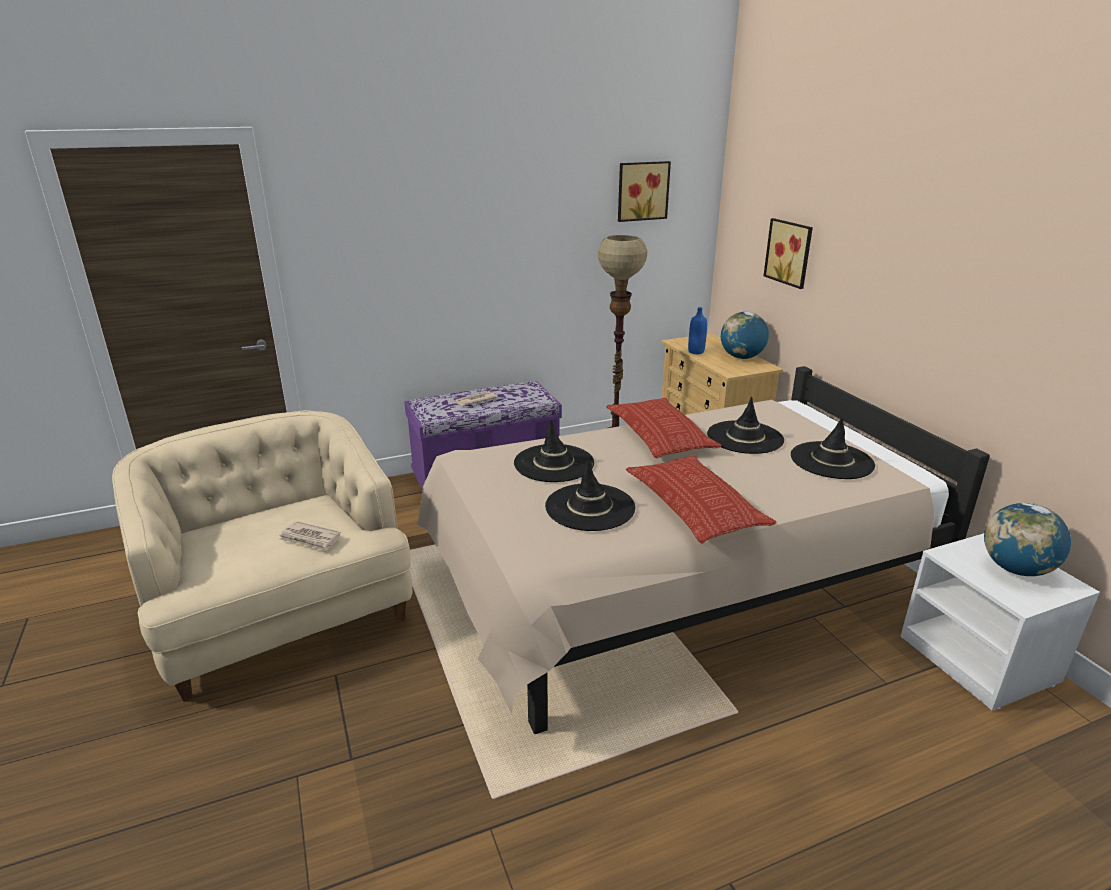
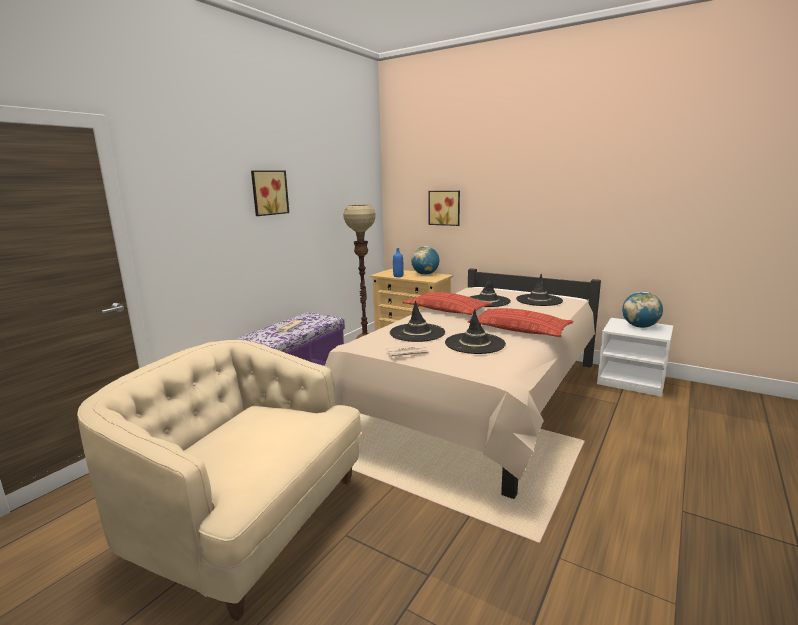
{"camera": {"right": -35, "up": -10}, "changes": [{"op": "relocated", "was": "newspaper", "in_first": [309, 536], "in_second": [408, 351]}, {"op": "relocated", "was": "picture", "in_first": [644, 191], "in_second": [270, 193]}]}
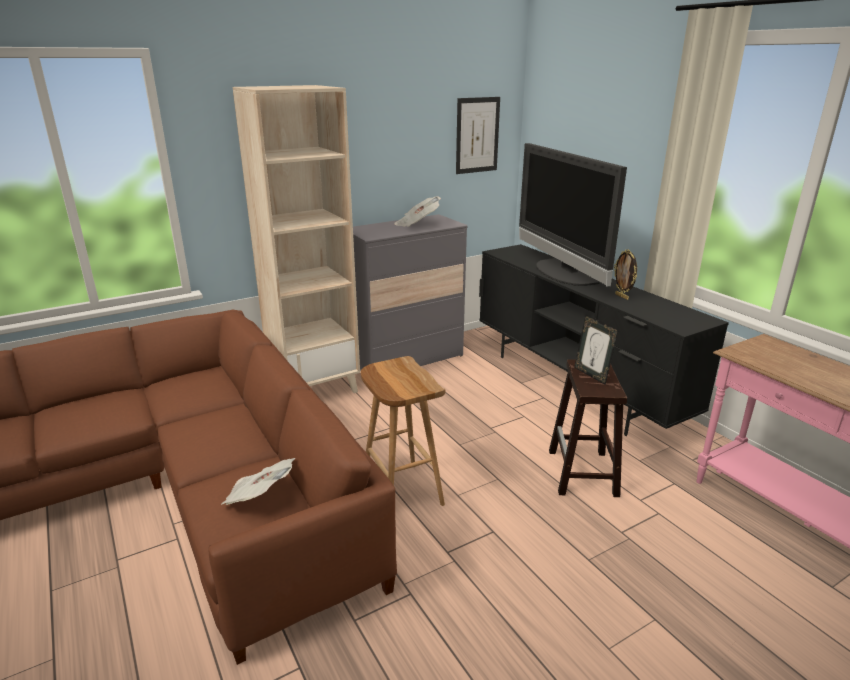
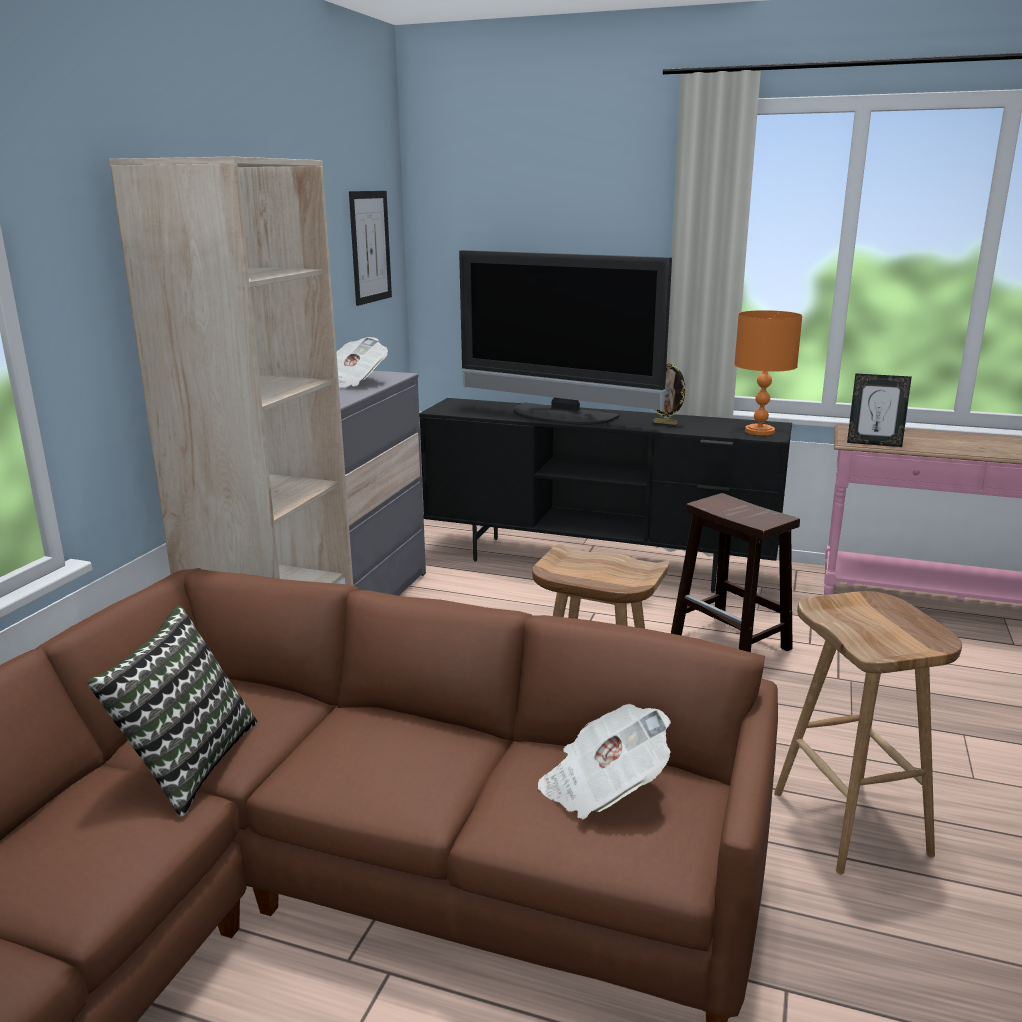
{"camera": {"right": -40, "up": -5}, "changes": [{"op": "relocated", "was": "picture frame", "in_first": [596, 350], "in_second": [879, 410]}, {"op": "appeared", "now": "pillow", "in_second": [172, 711]}, {"op": "appeared", "now": "orange table lamp", "in_second": [768, 372]}, {"op": "appeared", "now": "brown stool", "in_second": [868, 732]}]}
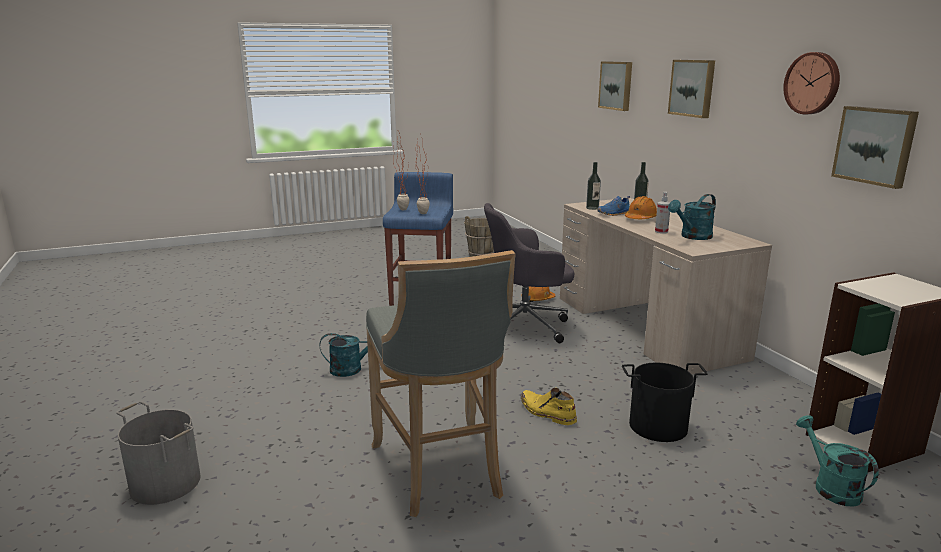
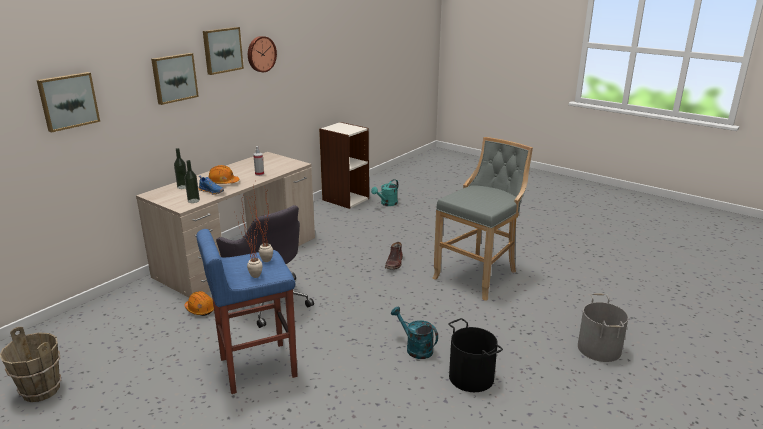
{"camera": {"right": -120, "up": 5}, "changes": [{"op": "colour", "was": "yellow boot", "now": "brown boot", "in_first": [549, 406], "in_second": [394, 256]}, {"op": "relocated", "was": "black bucket", "in_first": [665, 402], "in_second": [475, 355]}, {"op": "missing", "was": "turquoise watering can", "in_first": [692, 217]}, {"op": "relocated", "was": "picture", "in_first": [875, 147], "in_second": [223, 51]}]}
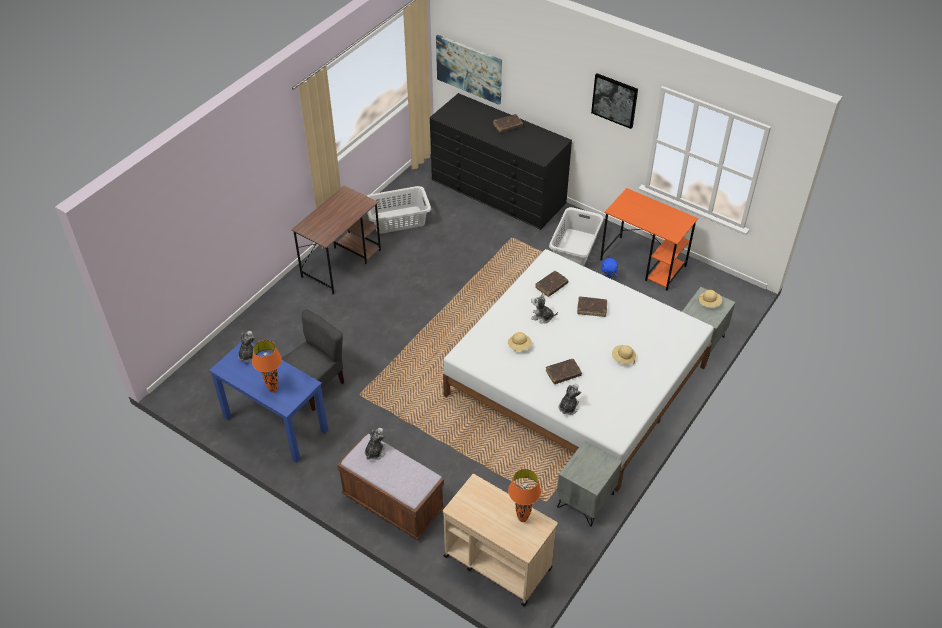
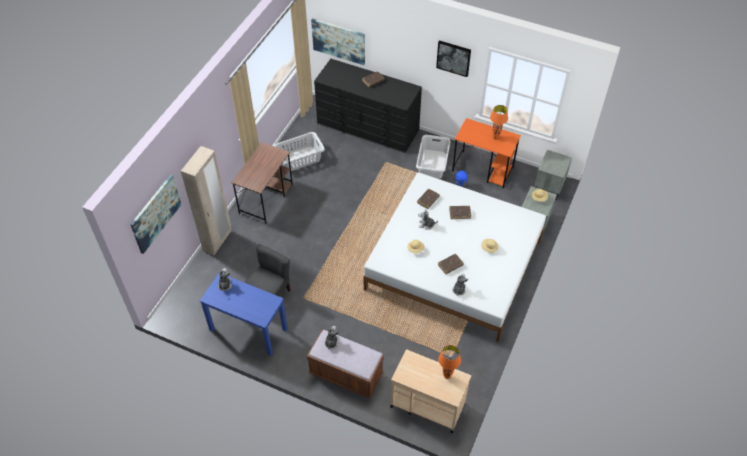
{"camera": {"right": -10, "up": 5}, "changes": [{"op": "relocated", "was": "orange table lamp", "in_first": [267, 366], "in_second": [499, 122]}, {"op": "relocated", "was": "grey nightstand", "in_first": [589, 483], "in_second": [553, 175]}, {"op": "appeared", "now": "picture", "in_second": [156, 214]}, {"op": "appeared", "now": "beige wardrobe", "in_second": [206, 200]}]}
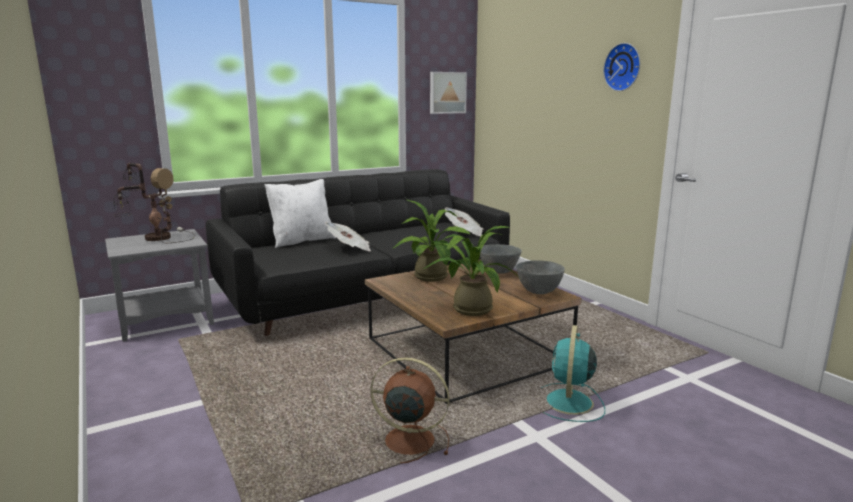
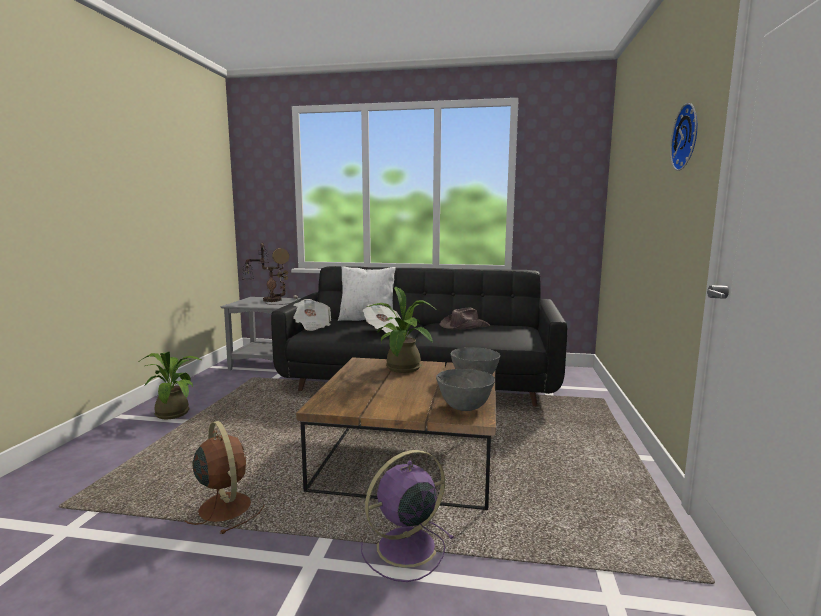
{"camera": {"right": 40, "up": -5}, "changes": [{"op": "relocated", "was": "potted plant", "in_first": [472, 271], "in_second": [170, 385]}, {"op": "missing", "was": "picture", "in_first": [448, 93]}, {"op": "relocated", "was": "newspaper", "in_first": [464, 222], "in_second": [312, 315]}, {"op": "colour", "was": "turquoise fan", "now": "purple fan", "in_first": [573, 373], "in_second": [408, 516]}, {"op": "appeared", "now": "brown hat", "in_second": [464, 318]}]}
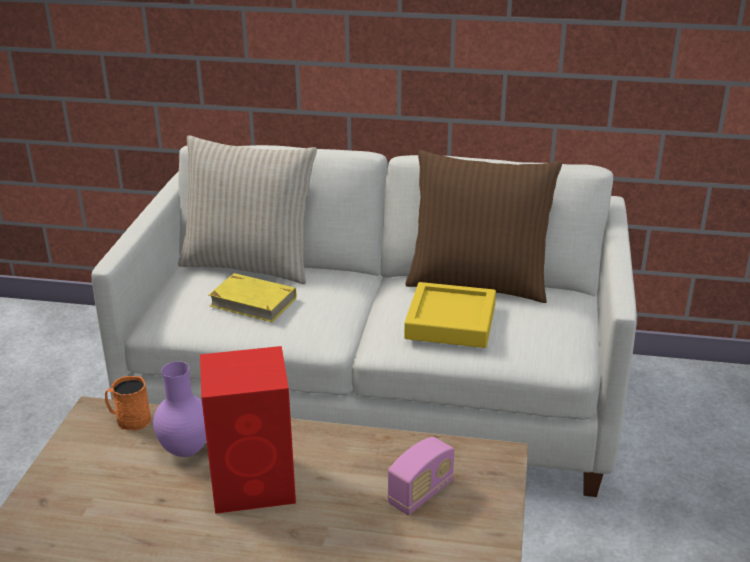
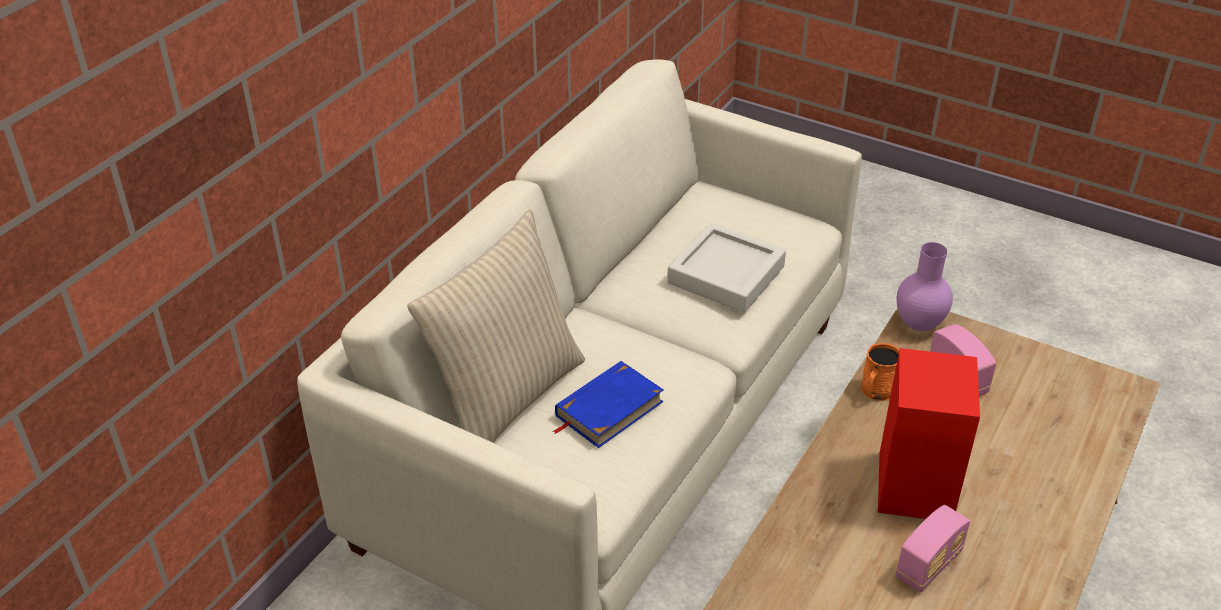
{"camera": {"right": -70, "up": 10}, "changes": [{"op": "relocated", "was": "orange mug", "in_first": [128, 403], "in_second": [880, 372]}, {"op": "relocated", "was": "purple vase", "in_first": [180, 409], "in_second": [925, 286]}, {"op": "colour", "was": "yellow book", "now": "blue book", "in_first": [252, 297], "in_second": [608, 404]}, {"op": "colour", "was": "yellow tray", "now": "grey tray", "in_first": [450, 315], "in_second": [726, 268]}, {"op": "missing", "was": "brown pillow", "in_first": [483, 226]}, {"op": "appeared", "now": "radio", "in_second": [933, 548]}]}
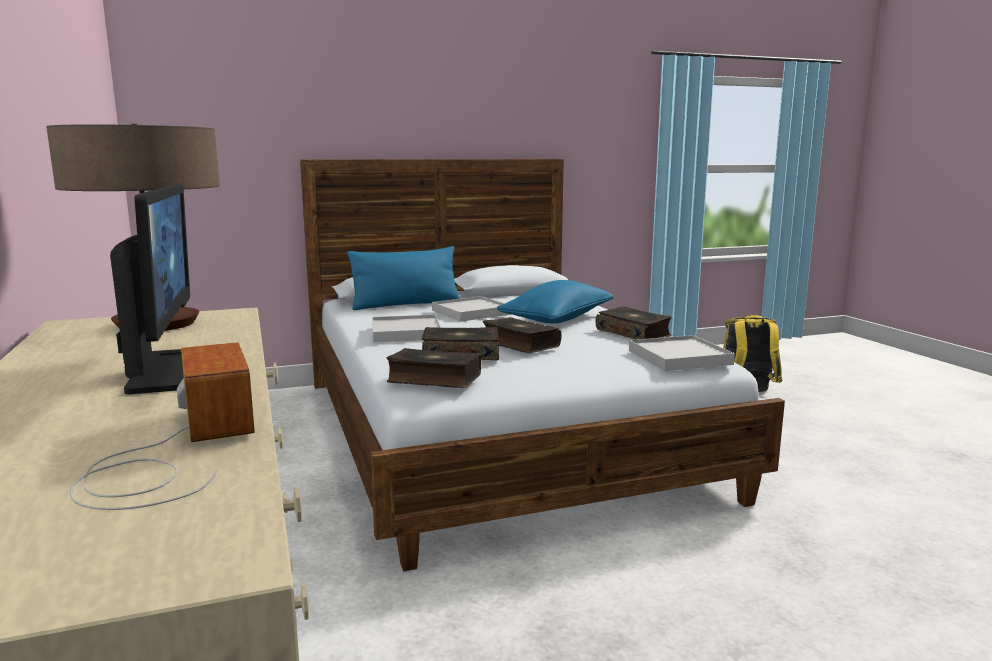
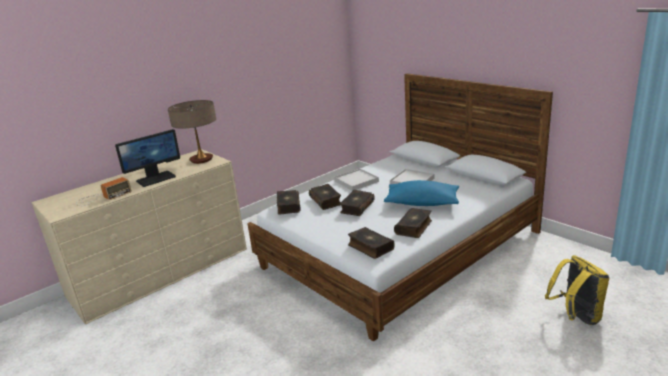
{"camera": {"right": 70, "up": 10}, "changes": [{"op": "missing", "was": "blue pillow", "in_first": [403, 278]}, {"op": "exchanged", "was": "white tray", "now": "book", "in_first": [682, 353], "in_second": [371, 243]}]}
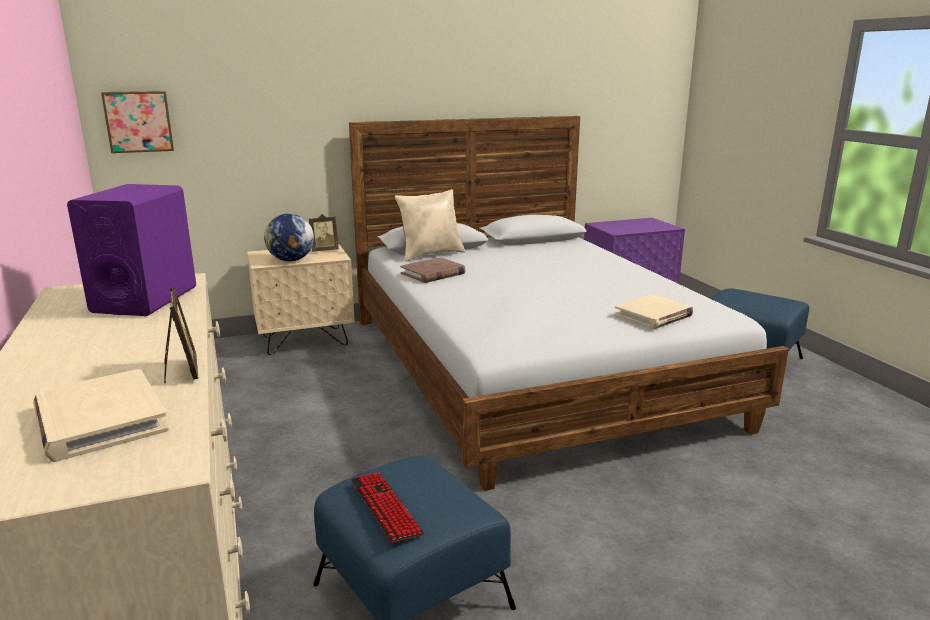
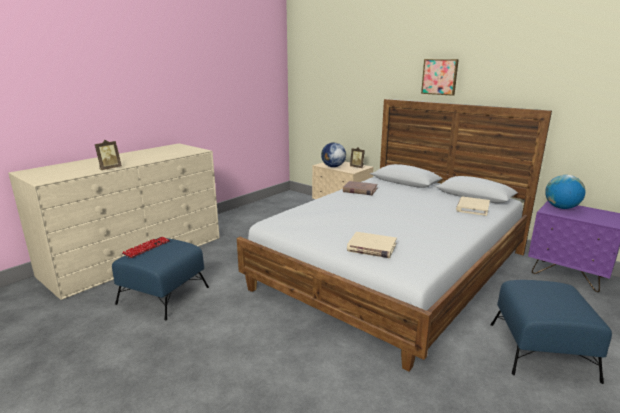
{"camera": {"right": 60, "up": 0}, "changes": [{"op": "relocated", "was": "beige book", "in_first": [101, 415], "in_second": [473, 206]}, {"op": "missing", "was": "purple speaker", "in_first": [131, 250]}, {"op": "relocated", "was": "picture", "in_first": [137, 122], "in_second": [440, 77]}, {"op": "missing", "was": "beige pillow", "in_first": [430, 225]}, {"op": "appeared", "now": "globe", "in_second": [565, 192]}]}
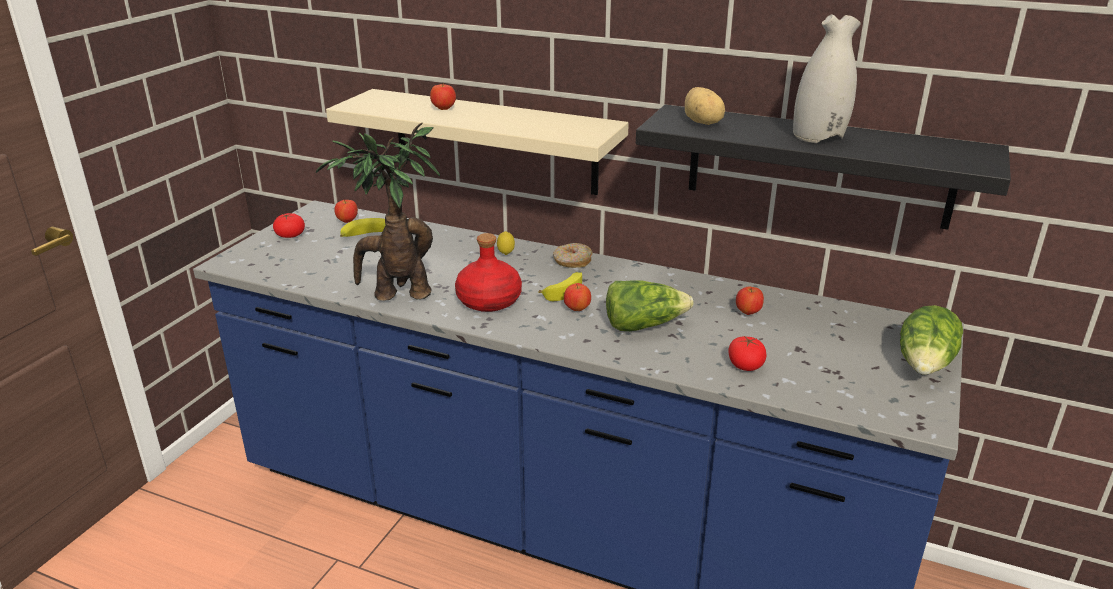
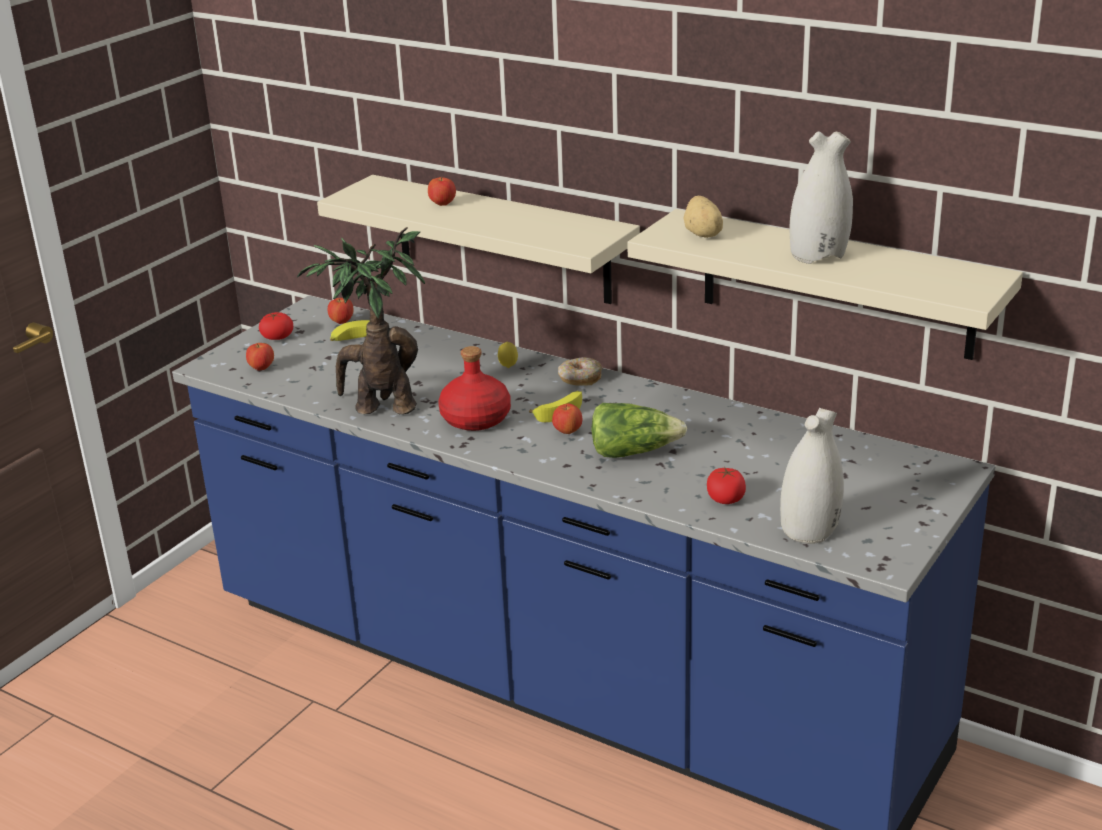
{"camera": {"right": 10, "up": 0}, "changes": [{"op": "colour", "was": "black shelf", "now": "beige shelf", "in_first": [823, 167], "in_second": [825, 284]}, {"op": "relocated", "was": "apple", "in_first": [750, 301], "in_second": [260, 357]}, {"op": "missing", "was": "lettuce", "in_first": [931, 340]}, {"op": "appeared", "now": "white vase", "in_second": [812, 476]}]}
